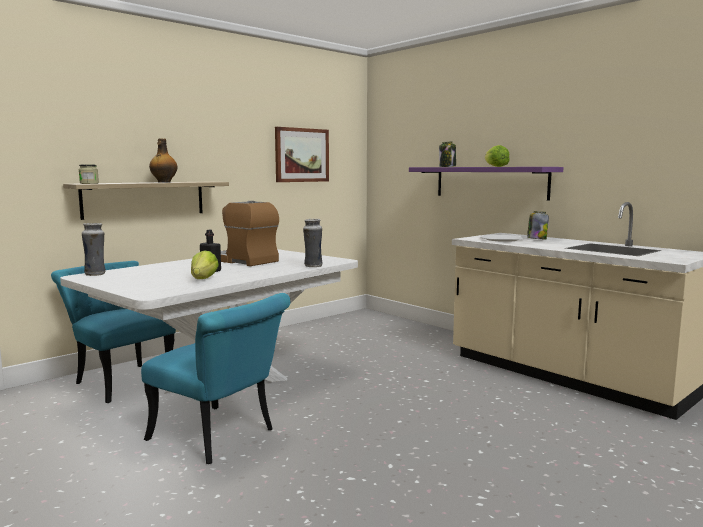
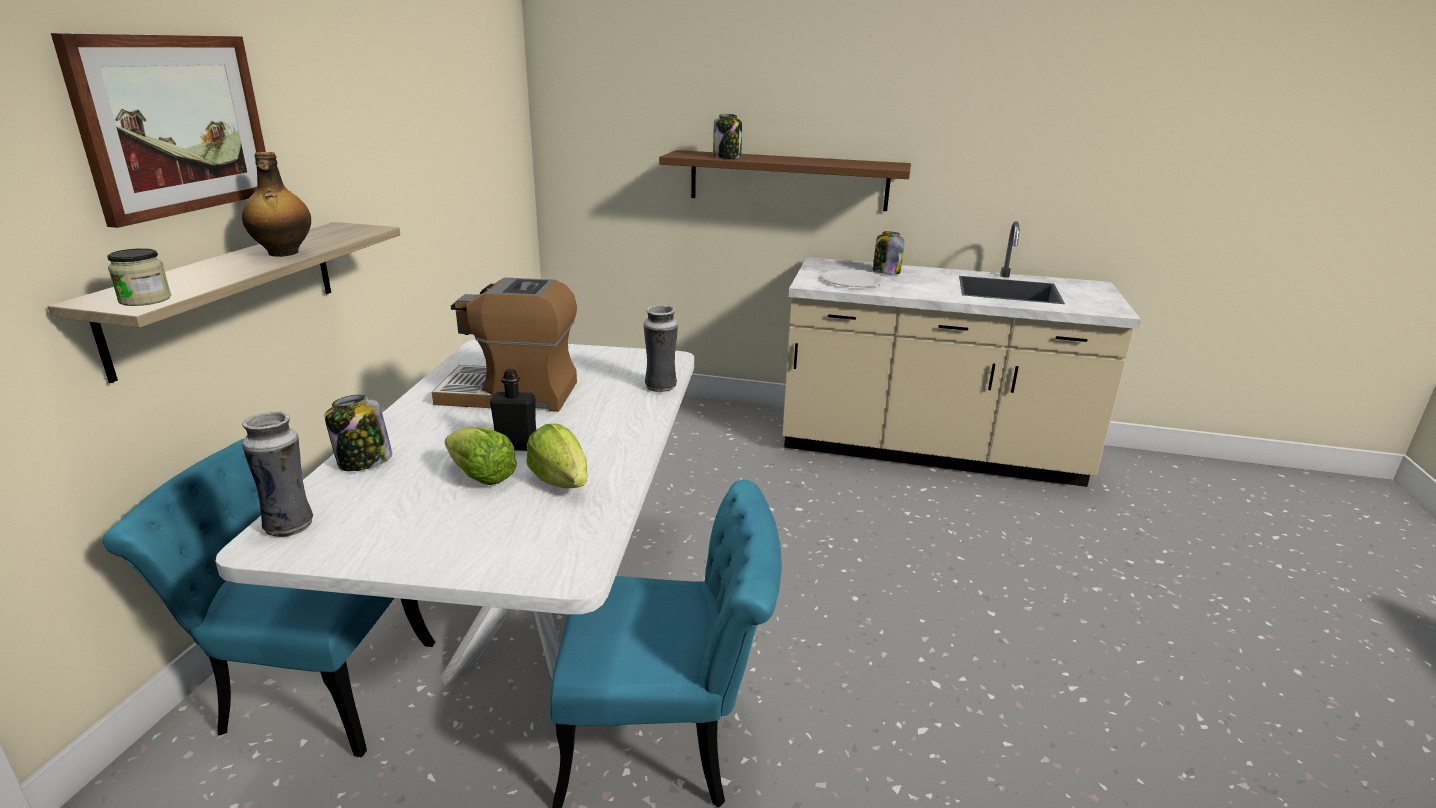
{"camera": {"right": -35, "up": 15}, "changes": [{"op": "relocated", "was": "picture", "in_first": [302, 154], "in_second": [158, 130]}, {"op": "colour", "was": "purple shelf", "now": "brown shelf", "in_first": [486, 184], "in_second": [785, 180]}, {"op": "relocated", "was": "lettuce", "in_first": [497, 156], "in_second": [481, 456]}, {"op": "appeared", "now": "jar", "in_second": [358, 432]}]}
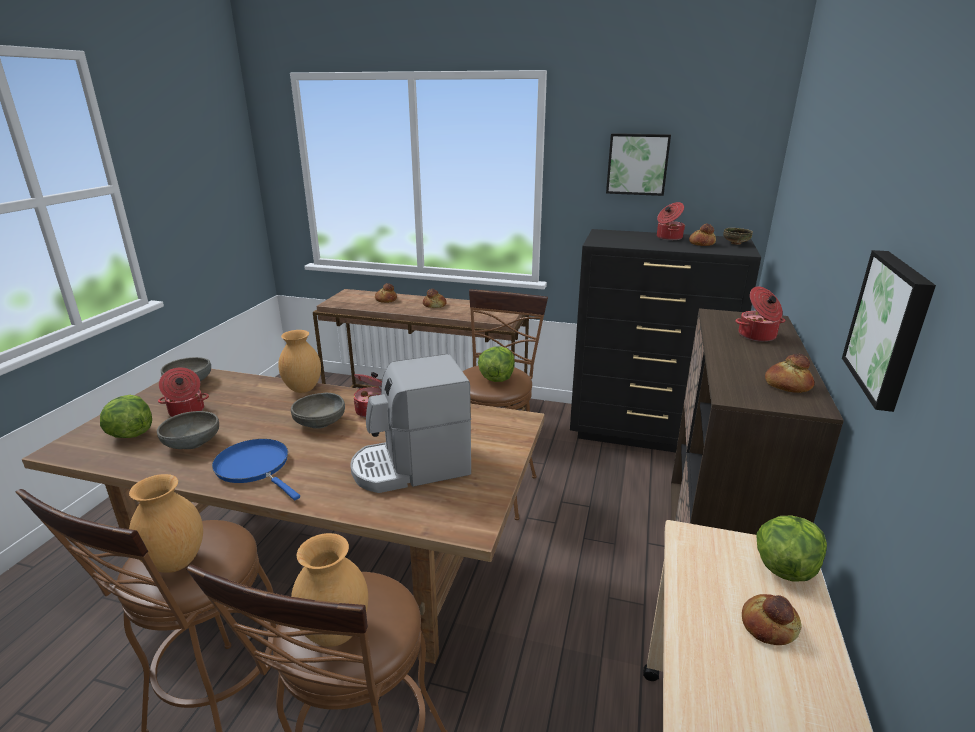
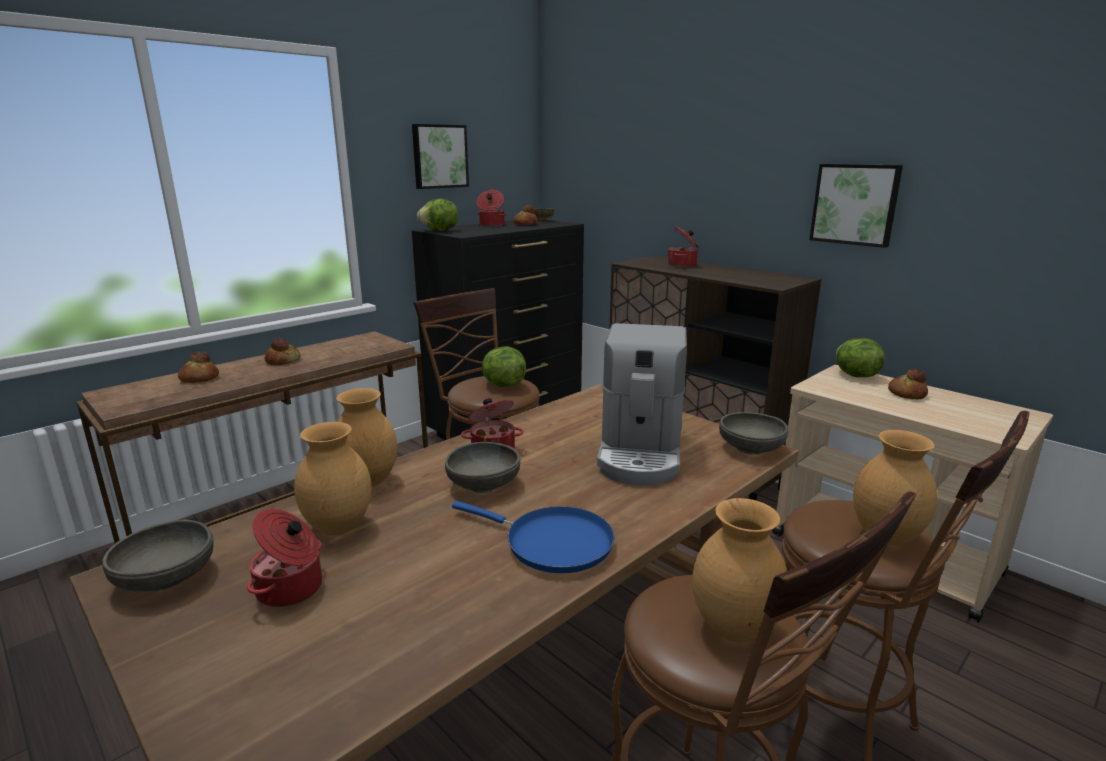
{"camera": {"right": -60, "up": -5}, "changes": [{"op": "relocated", "was": "lettuce", "in_first": [126, 416], "in_second": [437, 215]}, {"op": "relocated", "was": "grey bowl", "in_first": [188, 430], "in_second": [753, 433]}, {"op": "spun", "was": "blue frying pan", "in_first": [256, 469], "in_second": [533, 537], "clockwise": -135}, {"op": "missing", "was": "bread", "in_first": [789, 373]}, {"op": "appeared", "now": "brown vase", "in_second": [333, 478]}]}
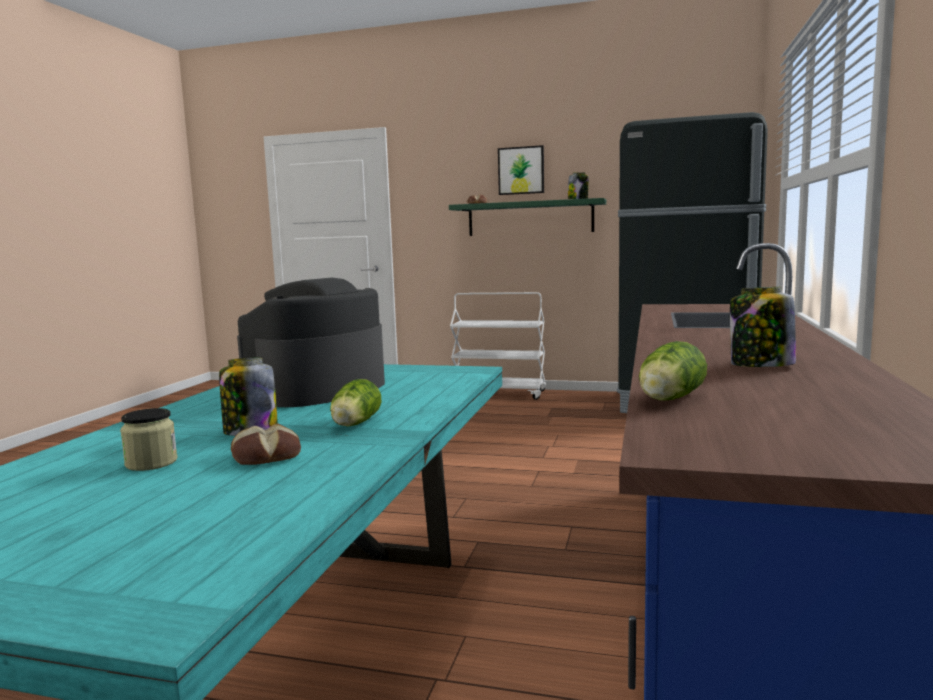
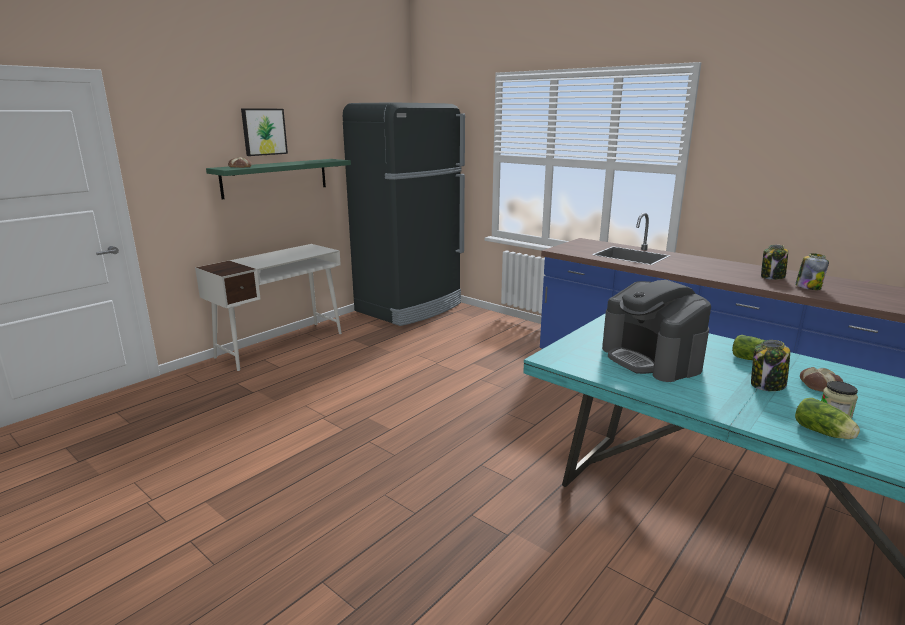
{"camera": {"right": -65, "up": 10}, "changes": [{"op": "exchanged", "was": "white cart", "now": "white desk", "in_first": [498, 346], "in_second": [268, 307]}, {"op": "relocated", "was": "jar", "in_first": [578, 185], "in_second": [812, 271]}, {"op": "relocated", "was": "lettuce", "in_first": [673, 371], "in_second": [827, 418]}]}
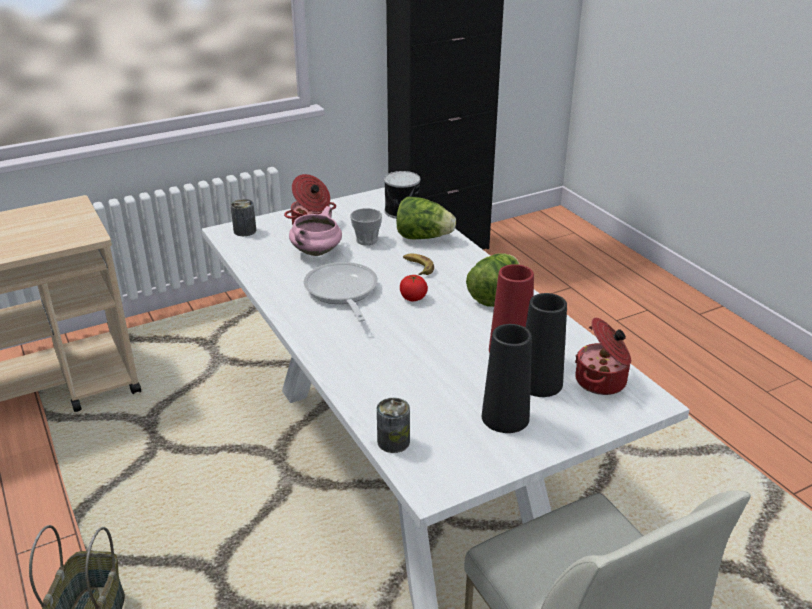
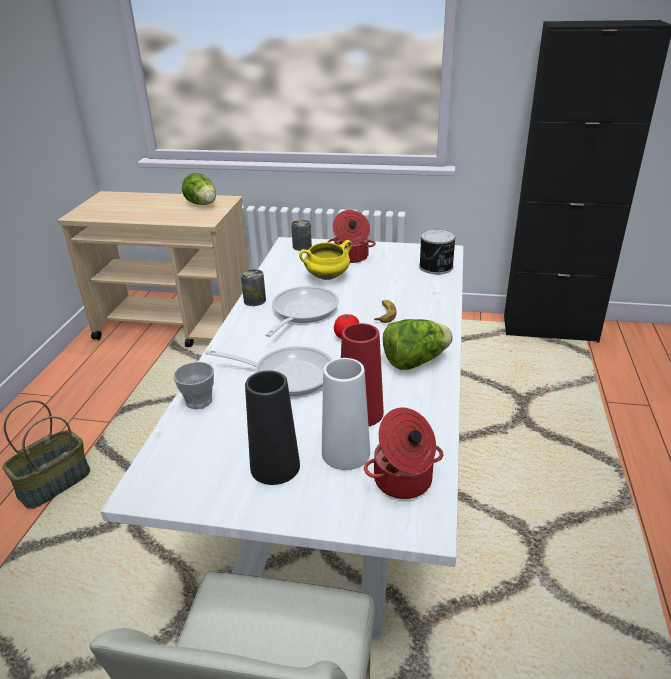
{"camera": {"right": 40, "up": 0}, "changes": [{"op": "colour", "was": "pink cooking pot", "now": "yellow cooking pot", "in_first": [315, 231], "in_second": [325, 260]}, {"op": "relocated", "was": "cup", "in_first": [366, 226], "in_second": [193, 385]}, {"op": "relocated", "was": "can", "in_first": [393, 425], "in_second": [253, 287]}, {"op": "relocated", "was": "lettuce", "in_first": [426, 217], "in_second": [199, 189]}, {"op": "colour", "was": "black vase", "now": "white vase", "in_first": [546, 345], "in_second": [346, 414]}, {"op": "appeared", "now": "frying pan", "in_second": [268, 371]}]}
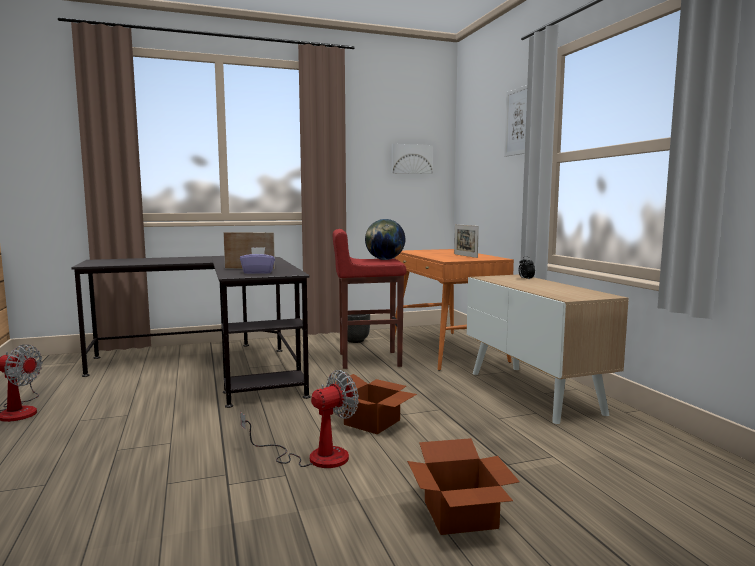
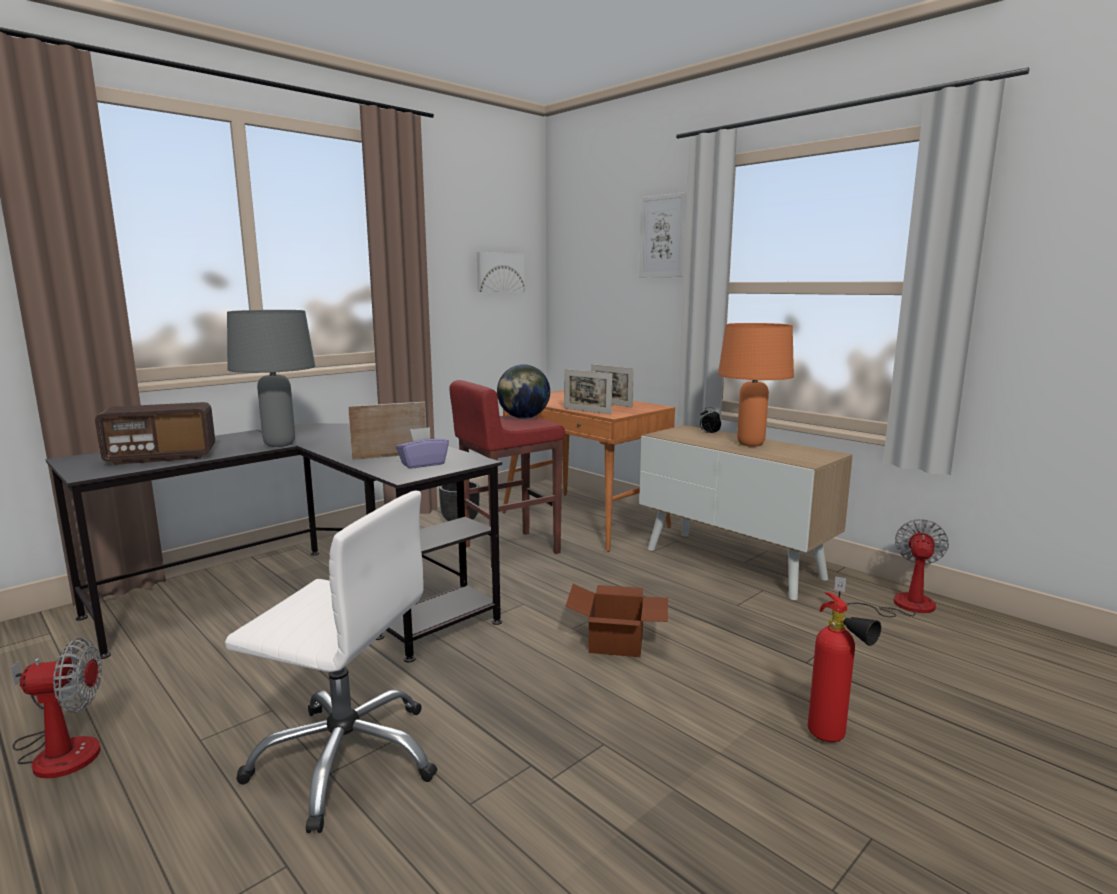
{"camera": {"right": -25, "up": 5}, "changes": [{"op": "relocated", "was": "fan", "in_first": [299, 419], "in_second": [891, 568]}, {"op": "exchanged", "was": "cardboard box", "now": "fire extinguisher", "in_first": [463, 486], "in_second": [844, 667]}, {"op": "appeared", "now": "radio", "in_second": [155, 433]}, {"op": "appeared", "now": "white office chair", "in_second": [331, 662]}, {"op": "appeared", "now": "grey table lamp", "in_second": [271, 378]}, {"op": "appeared", "now": "picture frame", "in_second": [588, 391]}, {"op": "appeared", "now": "orange table lamp", "in_second": [756, 385]}]}
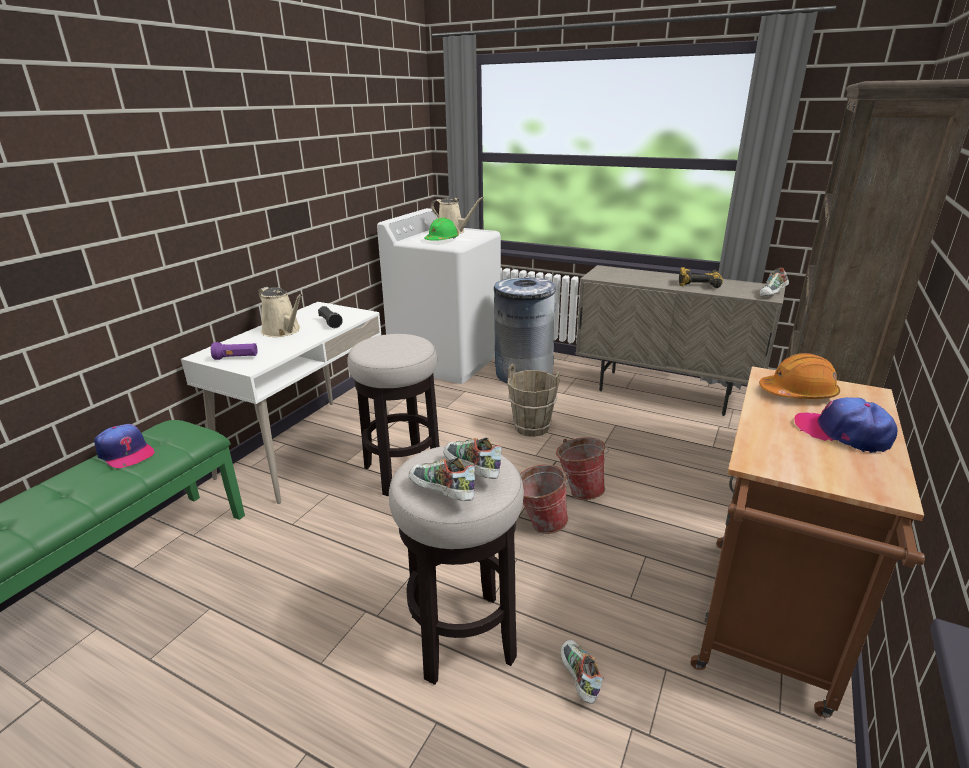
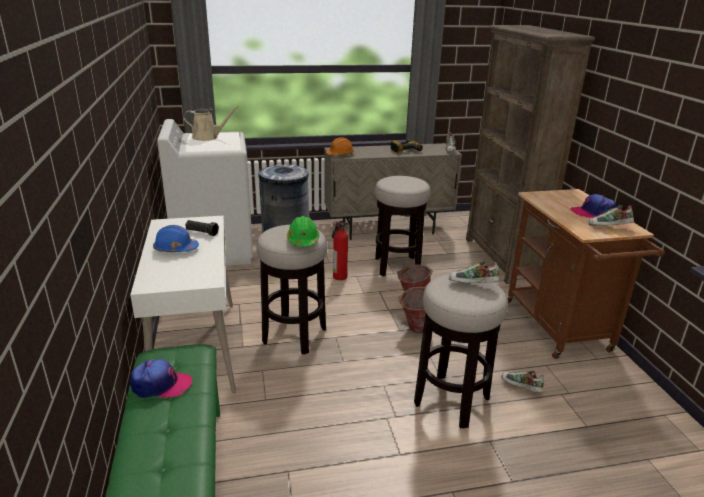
{"camera": {"right": -40, "up": 0}, "changes": [{"op": "missing", "was": "purple flashlight", "in_first": [234, 351]}, {"op": "exchanged", "was": "beige watering can", "now": "blue hard hat", "in_first": [281, 312], "in_second": [176, 238]}, {"op": "relocated", "was": "shoe", "in_first": [442, 479], "in_second": [611, 215]}, {"op": "relocated", "was": "green hard hat", "in_first": [441, 229], "in_second": [303, 231]}, {"op": "exchanged", "was": "brown bucket", "now": "fire extinguisher", "in_first": [534, 400], "in_second": [340, 250]}, {"op": "relocated", "was": "orange hard hat", "in_first": [799, 376], "in_second": [340, 146]}, {"op": "appeared", "now": "stool", "in_second": [403, 226]}]}
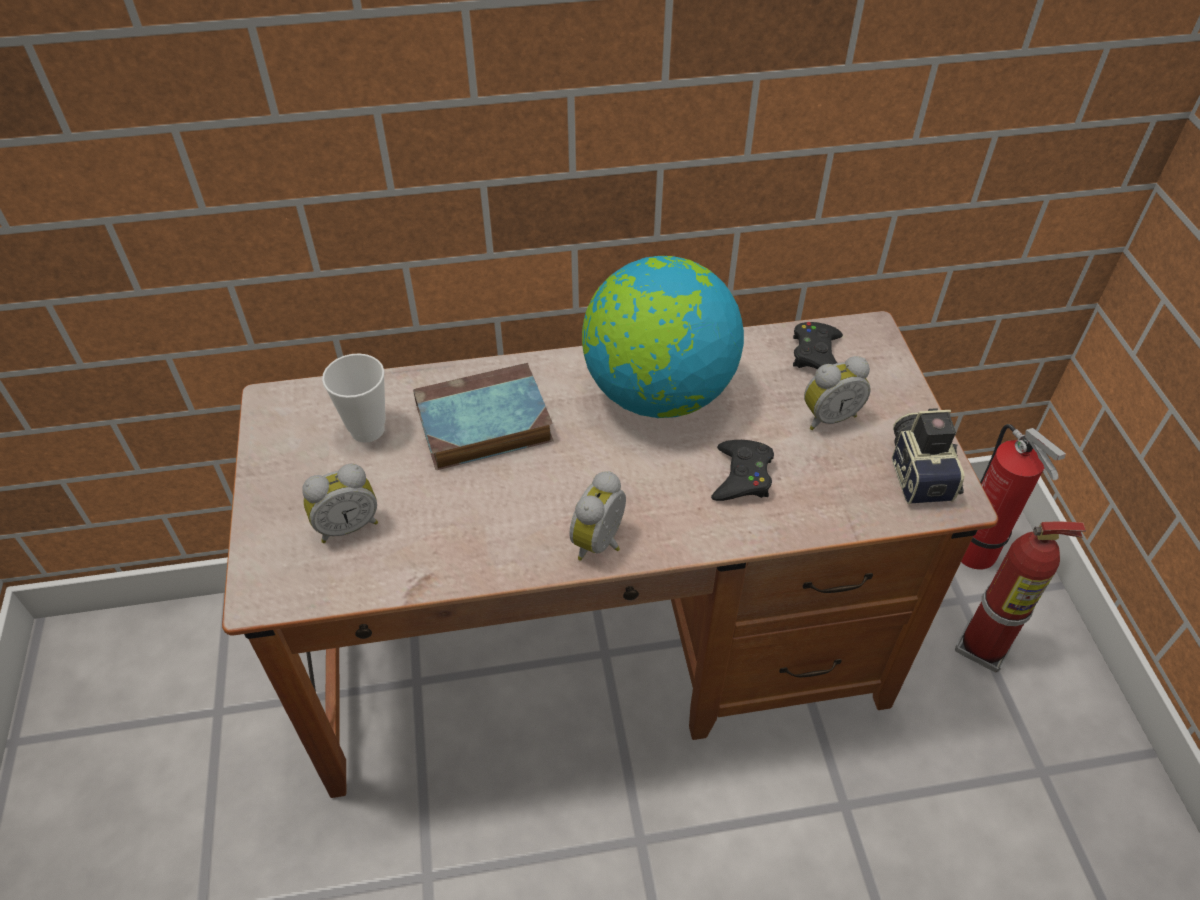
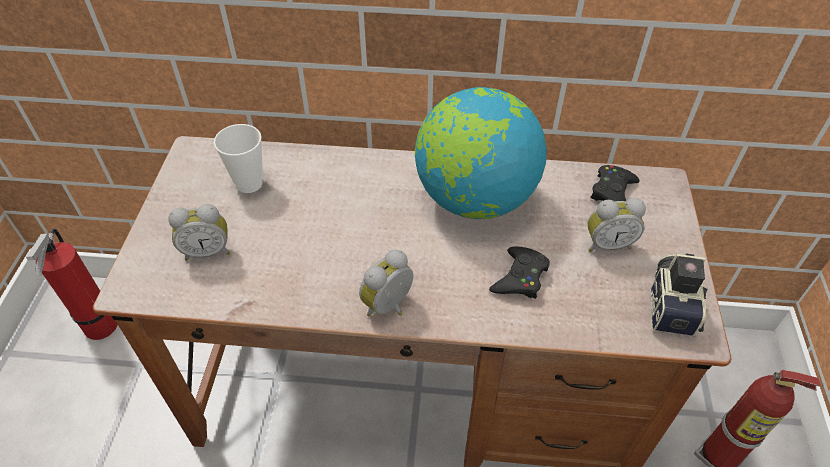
{"camera": {"right": 15, "up": 0}, "changes": [{"op": "missing", "was": "book", "in_first": [483, 416]}, {"op": "relocated", "was": "fire extinguisher", "in_first": [1013, 497], "in_second": [72, 284]}]}
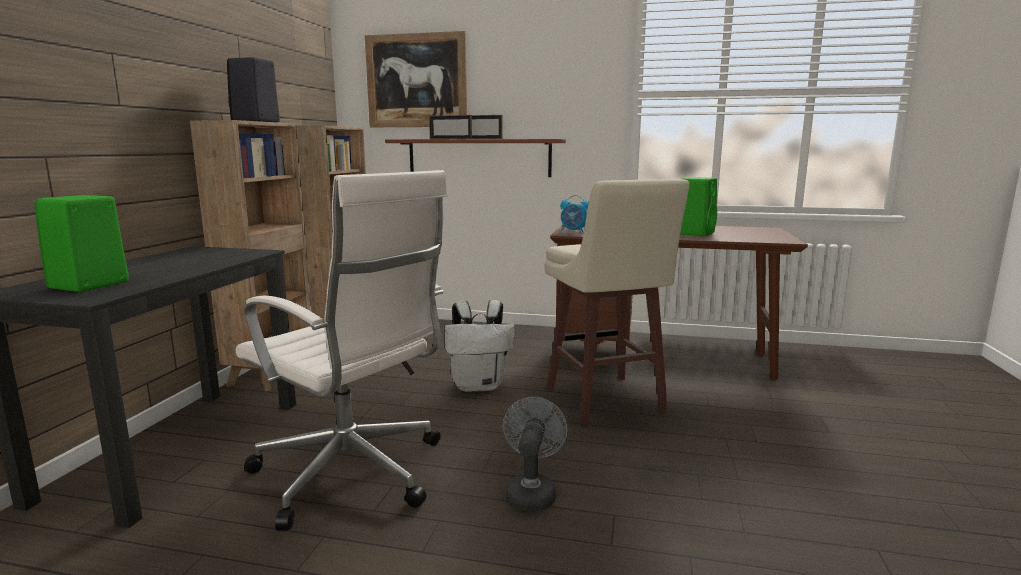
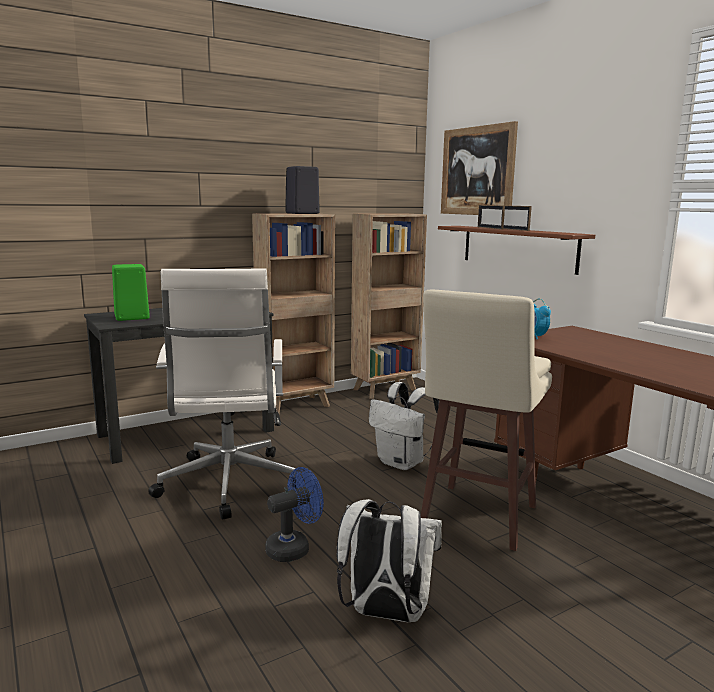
{"camera": {"right": 45, "up": 0}, "changes": [{"op": "colour", "was": "grey fan", "now": "blue fan", "in_first": [535, 454], "in_second": [294, 514]}, {"op": "missing", "was": "green speaker", "in_first": [698, 206]}, {"op": "appeared", "now": "white backpack", "in_second": [389, 560]}]}
